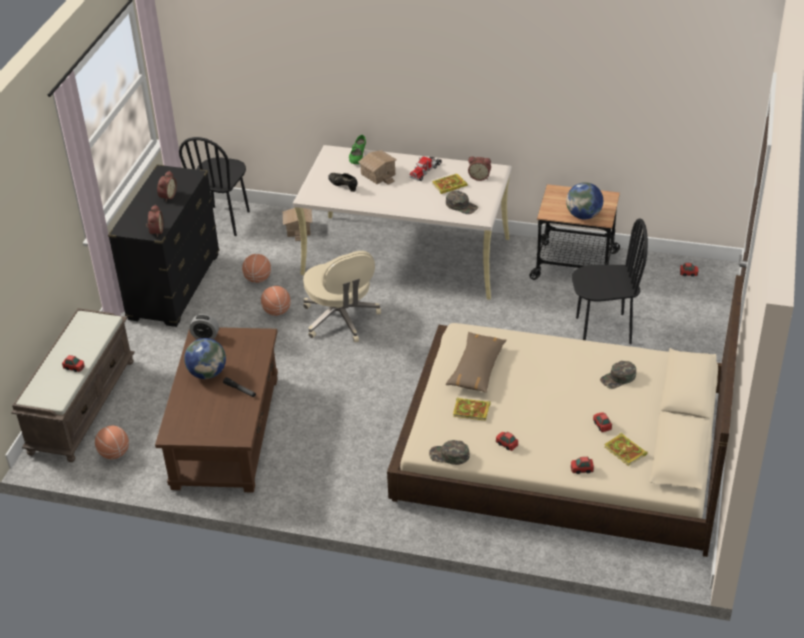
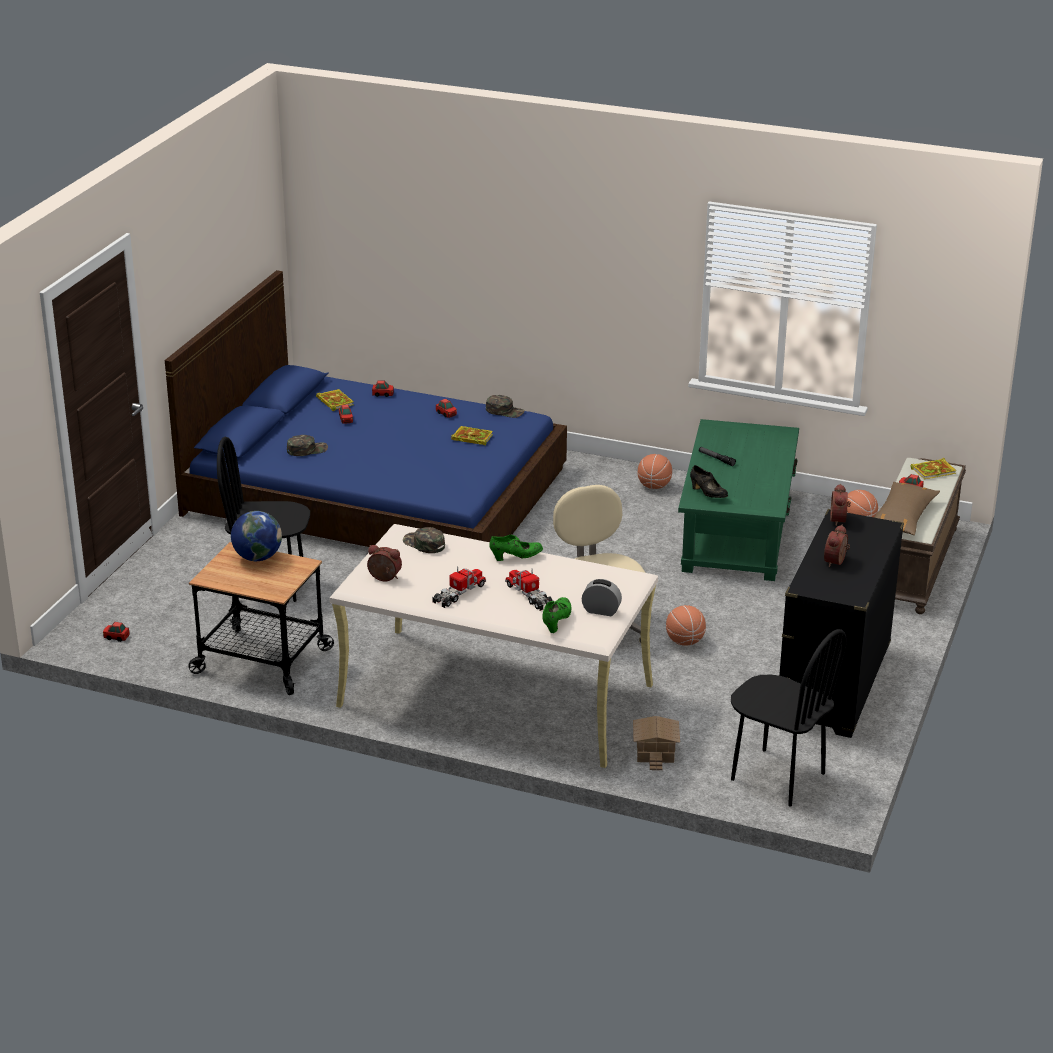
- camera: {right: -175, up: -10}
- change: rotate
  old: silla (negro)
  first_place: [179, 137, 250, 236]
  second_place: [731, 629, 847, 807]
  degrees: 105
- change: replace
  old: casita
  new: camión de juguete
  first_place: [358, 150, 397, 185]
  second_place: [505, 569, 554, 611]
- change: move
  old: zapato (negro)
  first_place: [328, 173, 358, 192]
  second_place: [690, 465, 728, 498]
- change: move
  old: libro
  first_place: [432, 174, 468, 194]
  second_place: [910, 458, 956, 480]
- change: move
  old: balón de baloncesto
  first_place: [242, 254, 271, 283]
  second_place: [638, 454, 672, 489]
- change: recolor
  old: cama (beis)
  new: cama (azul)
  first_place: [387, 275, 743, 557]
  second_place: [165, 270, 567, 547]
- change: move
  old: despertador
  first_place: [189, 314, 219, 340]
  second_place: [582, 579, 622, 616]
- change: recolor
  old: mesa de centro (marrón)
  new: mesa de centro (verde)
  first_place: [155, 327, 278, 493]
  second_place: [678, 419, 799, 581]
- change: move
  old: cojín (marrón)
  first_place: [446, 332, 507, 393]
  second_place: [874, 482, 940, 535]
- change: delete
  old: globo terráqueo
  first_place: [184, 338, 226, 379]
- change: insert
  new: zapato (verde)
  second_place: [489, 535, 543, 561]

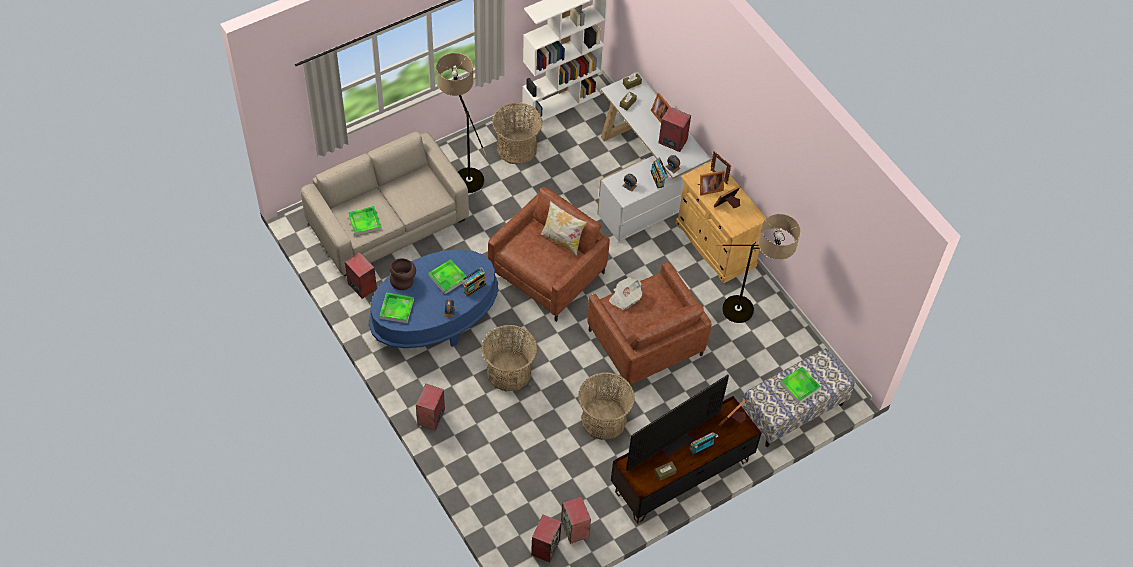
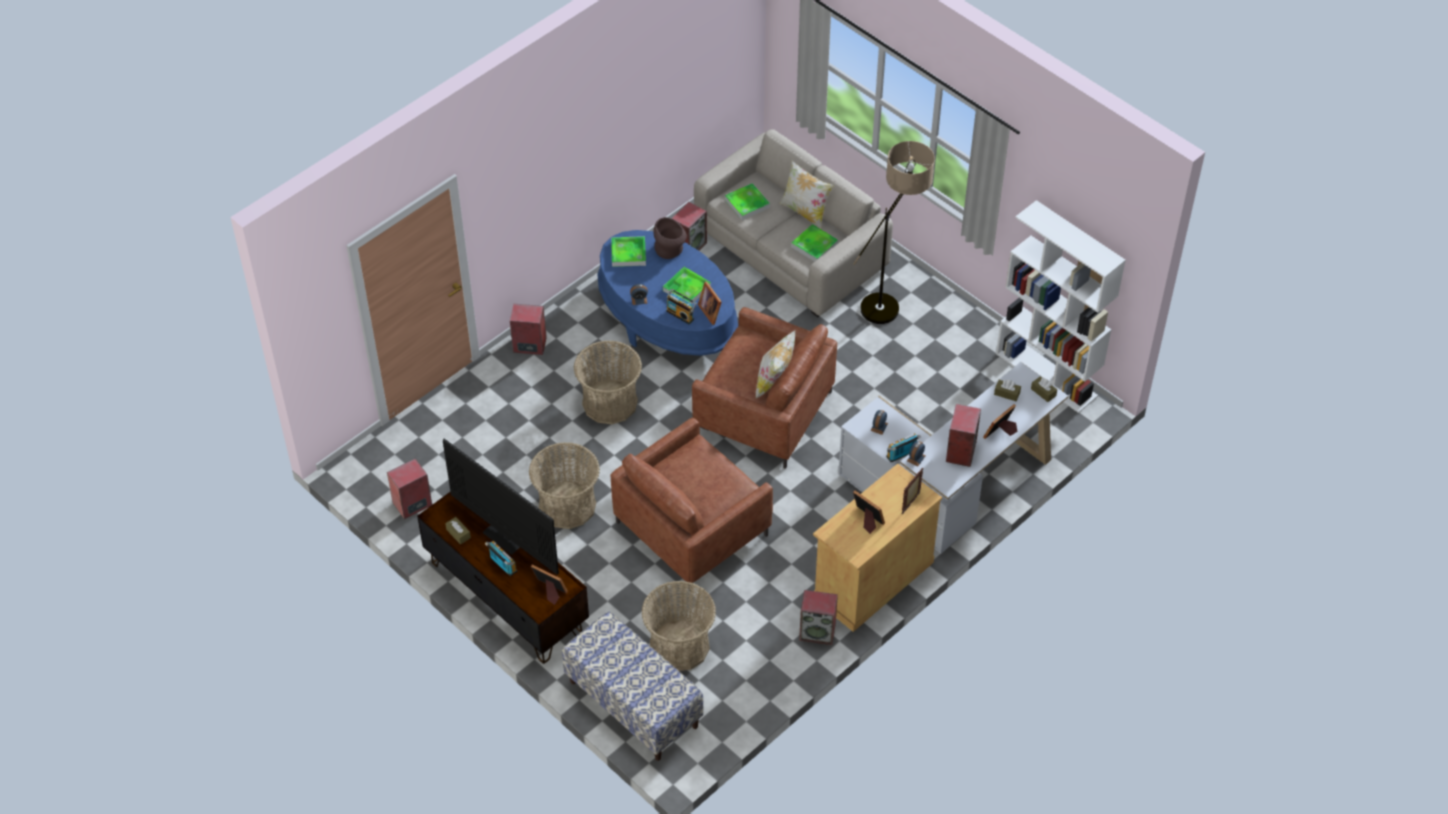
- camera: {right: 80, up: -5}
- change: move
  old: cesta
  first_place: [492, 103, 543, 165]
  second_place: [641, 581, 716, 671]
- change: move
  old: portarretratos
  first_place: [698, 170, 725, 196]
  second_place: [698, 281, 722, 325]
- change: delete
  old: lámpara de pie
  first_place: [716, 214, 801, 323]
- change: delete
  old: periódico
  first_place: [609, 277, 642, 310]
- change: move
  old: bandeja
  first_place: [780, 367, 821, 404]
  second_place: [791, 224, 838, 262]
- change: move
  old: altavoz
  first_place: [531, 514, 562, 562]
  second_place: [799, 590, 838, 645]
- change: insert
  new: cojín
  second_place: [779, 160, 834, 229]

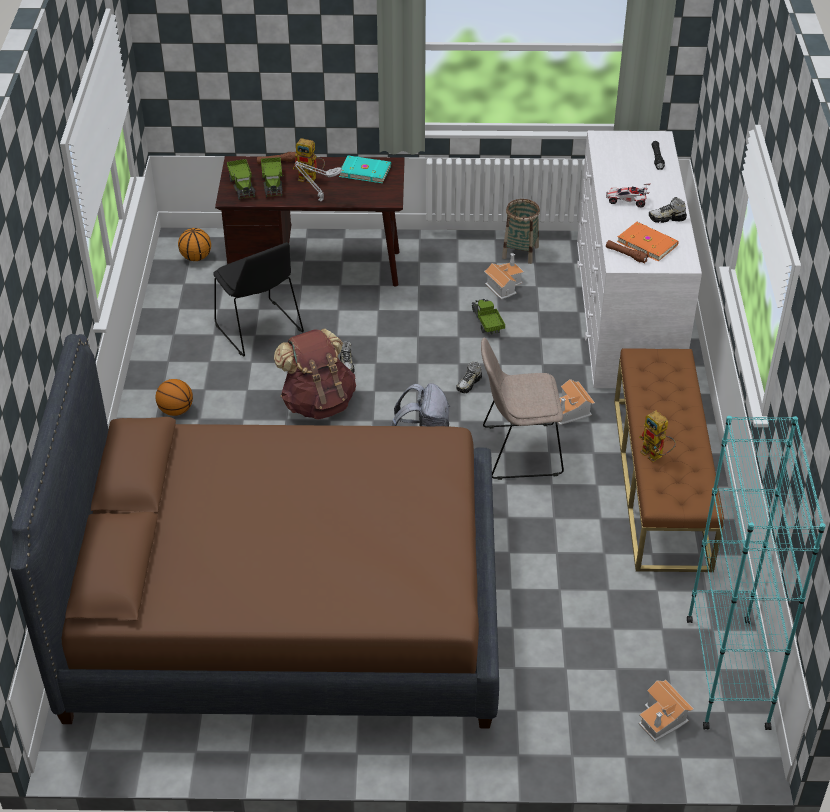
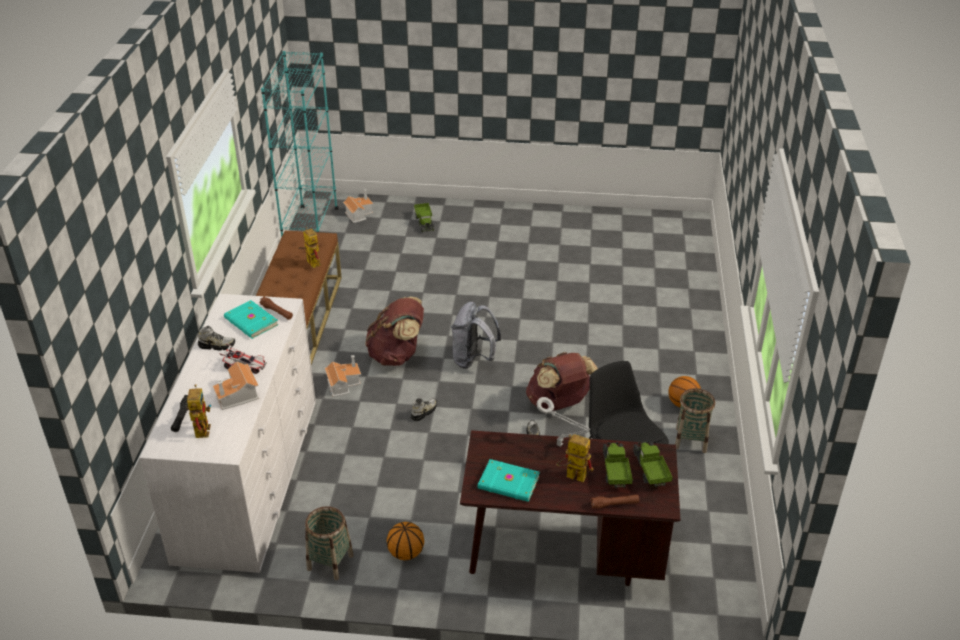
- camera: {right: -175, up: -5}
- change: recolor
  old: libro (naranja)
  new: libro (turquesa)
  first_place: [617, 222, 679, 261]
  second_place: [224, 300, 278, 339]
- change: move
  old: balón de baloncesto
  first_place: [178, 228, 211, 261]
  second_place: [387, 522, 424, 560]
- change: move
  old: casita
  first_place: [484, 253, 524, 299]
  second_place: [213, 361, 259, 410]
- change: move
  old: camión de juguete
  first_place: [472, 299, 505, 335]
  second_place: [414, 203, 434, 232]
- change: delete
  old: cama (marrón)
  first_place: [10, 334, 499, 728]
- change: replace
  old: silla (beis)
  new: mochila (marrón)
  first_place: [481, 338, 564, 480]
  second_place: [365, 297, 424, 366]
- change: insert
  new: robot de juguete
  second_place: [186, 384, 211, 438]
- change: insert
  new: cesta
  second_place: [675, 388, 715, 453]

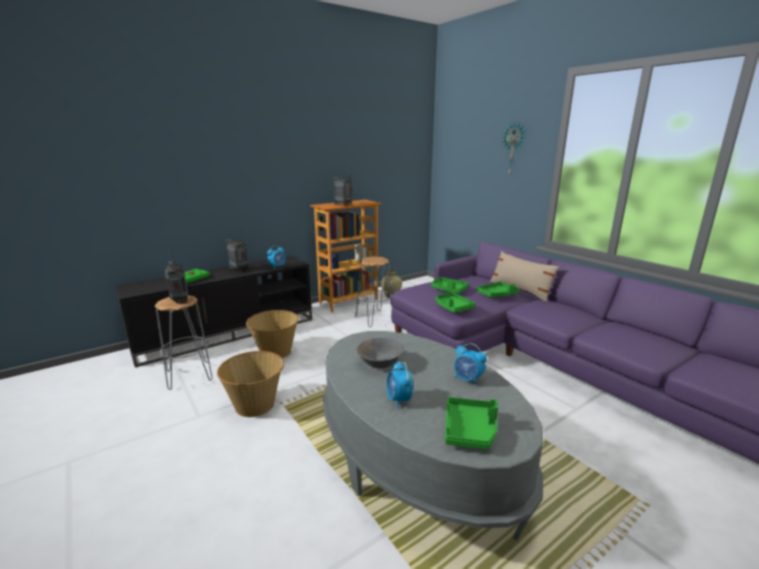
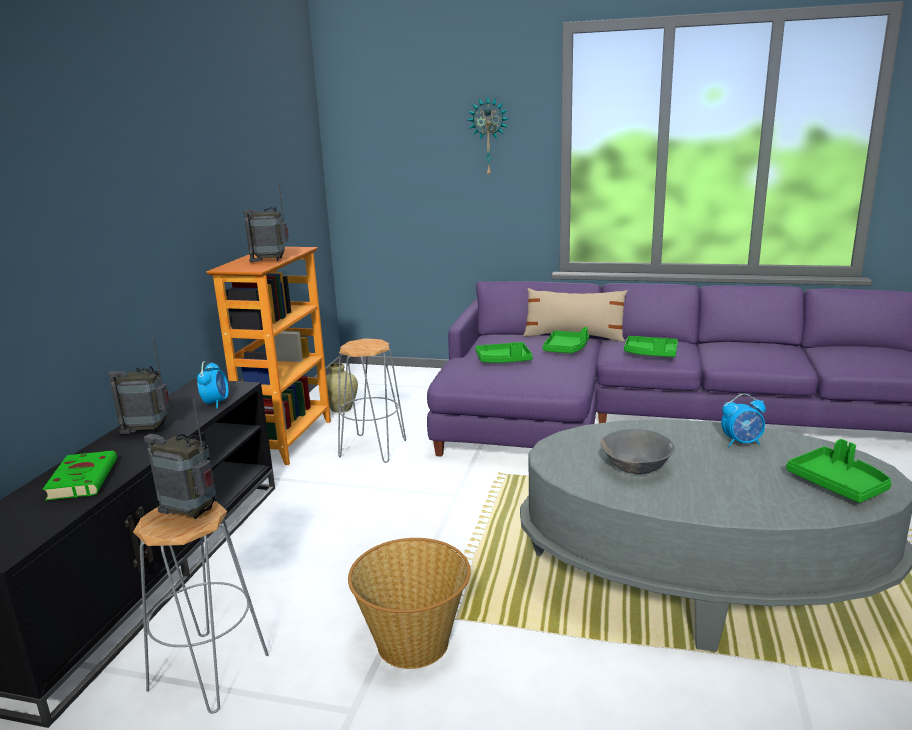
- camera: {right: -40, up: 0}
- change: move
  old: bandeja (verde)
  first_place: [436, 292, 476, 313]
  second_place: [624, 336, 678, 357]
- change: delete
  old: cesta
  first_place: [246, 310, 299, 358]
- change: delete
  old: despertador
  first_place: [387, 361, 413, 408]

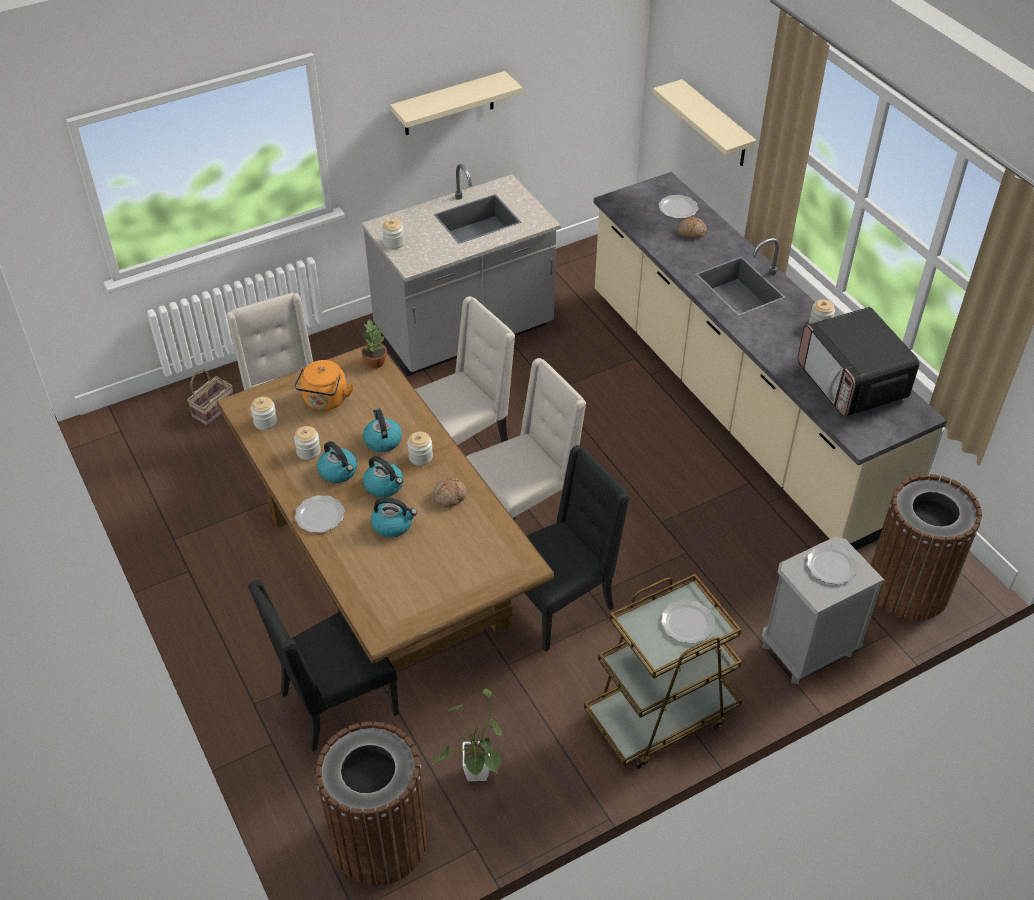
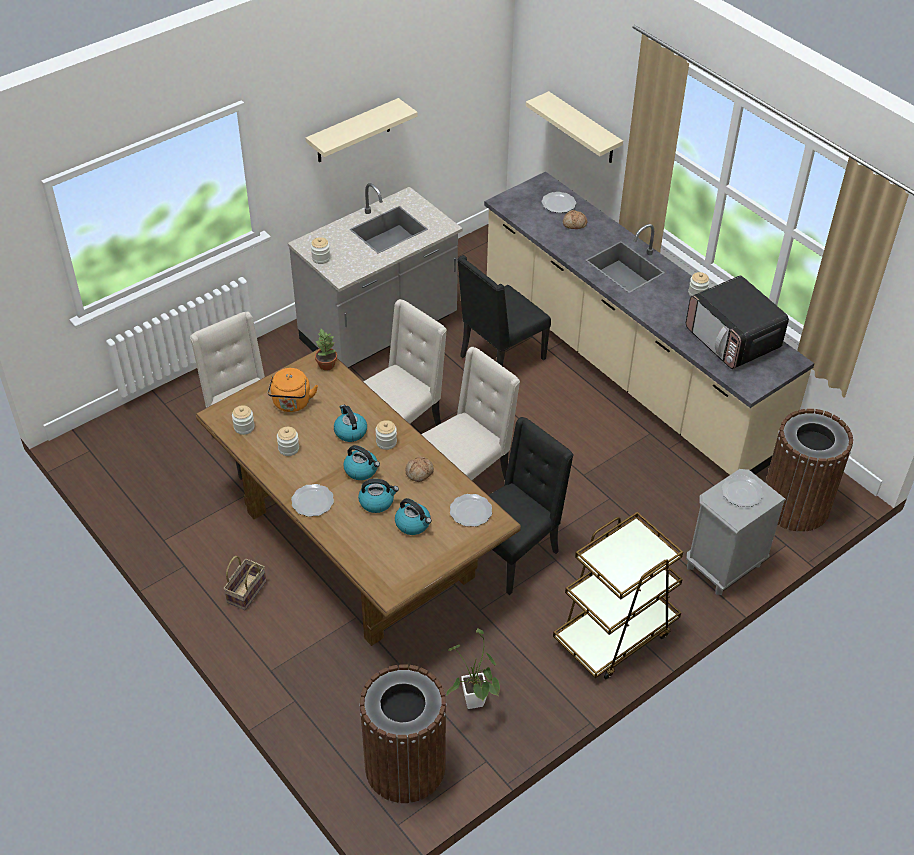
- camera: {right: -10, up: 0}
- change: move
  old: cesta
  first_place: [187, 369, 234, 425]
  second_place: [223, 556, 266, 610]
- change: move
  old: hervidor
  first_place: [317, 441, 357, 483]
  second_place: [395, 498, 432, 535]
- change: move
  old: silla (negro)
  first_place: [248, 580, 399, 752]
  second_place: [458, 255, 551, 366]
- change: move
  old: plato
  first_place: [661, 600, 715, 644]
  second_place: [450, 494, 492, 527]

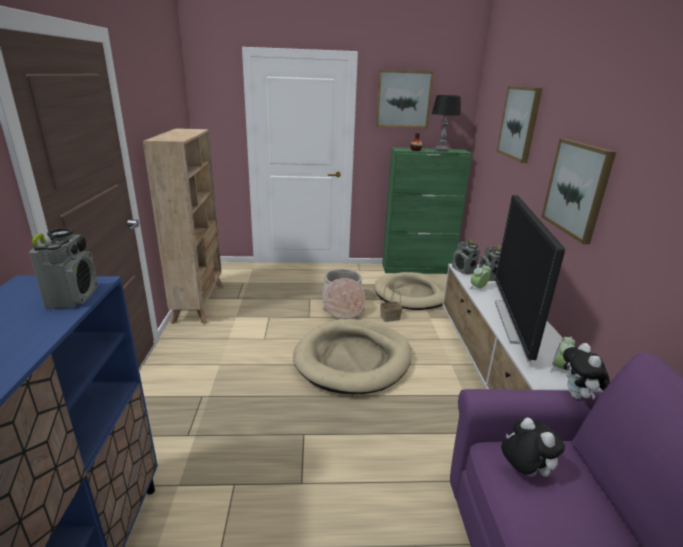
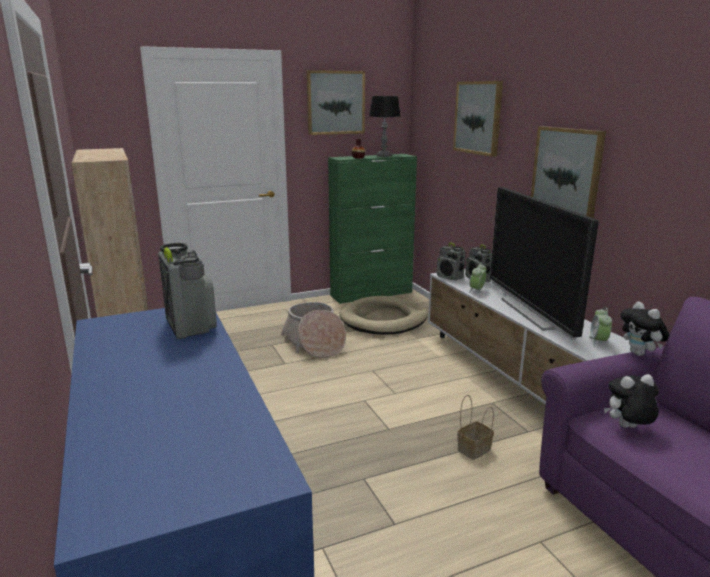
- camera: {right: -20, up: -5}
- change: move
  old: cesta
  first_place: [380, 283, 402, 322]
  second_place: [457, 395, 494, 460]
- change: delete
  old: cama para perro (beis)
  first_place: [293, 319, 411, 394]
- change: rotate
  old: peluche
  first_place: [501, 417, 565, 477]
  second_place: [604, 374, 659, 428]
  degrees: -45

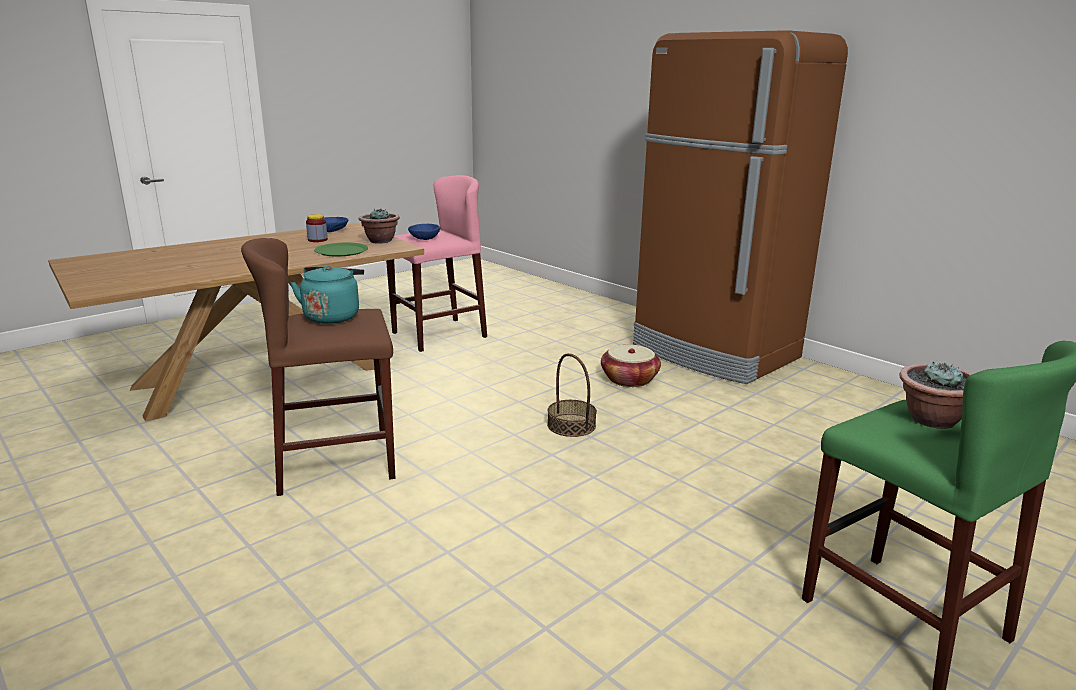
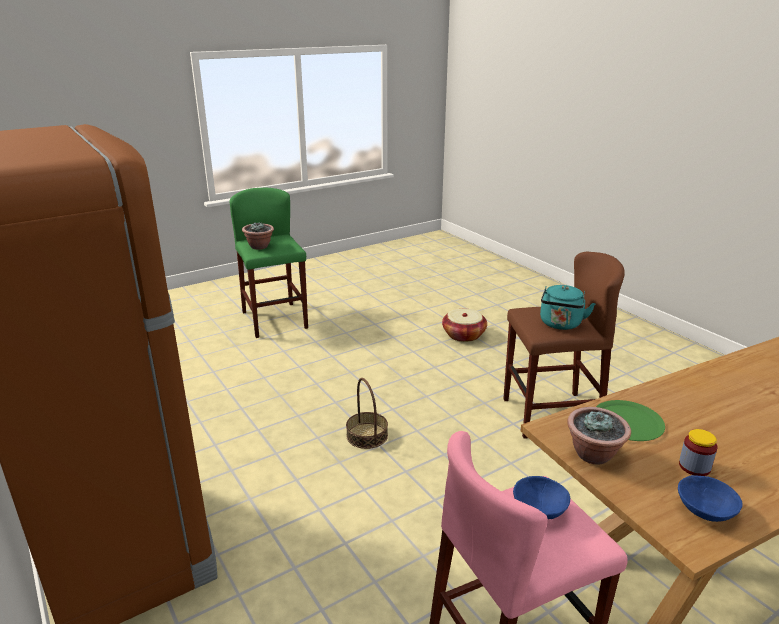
- camera: {right: -170, up: 5}
- change: move
  old: cesta
  first_place: [601, 345, 661, 387]
  second_place: [442, 309, 487, 342]

